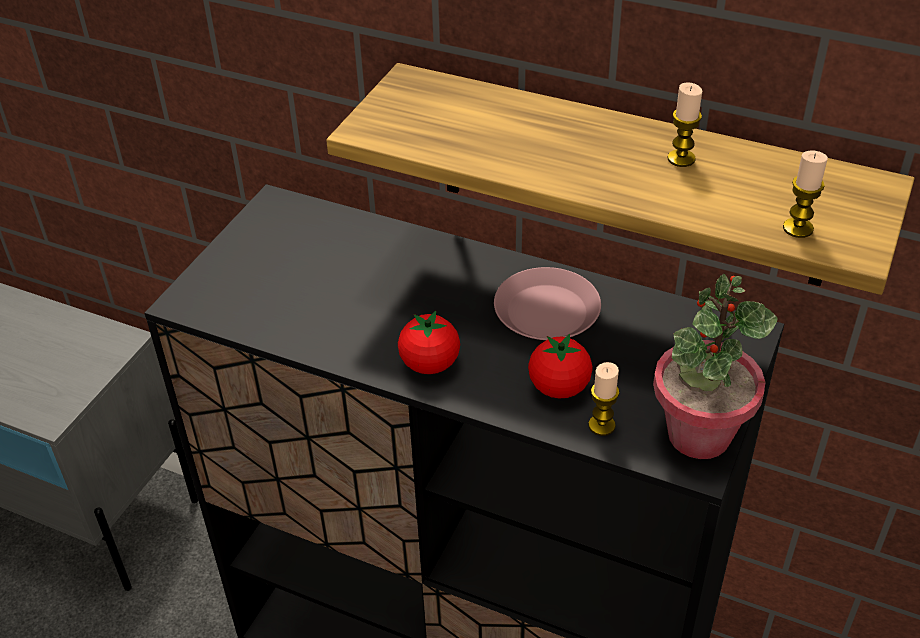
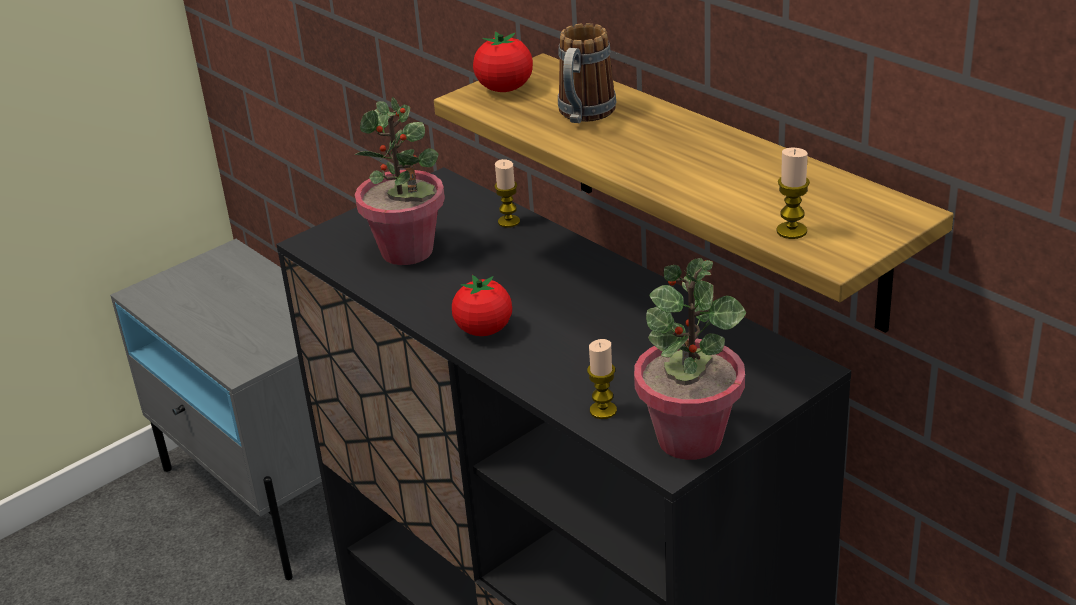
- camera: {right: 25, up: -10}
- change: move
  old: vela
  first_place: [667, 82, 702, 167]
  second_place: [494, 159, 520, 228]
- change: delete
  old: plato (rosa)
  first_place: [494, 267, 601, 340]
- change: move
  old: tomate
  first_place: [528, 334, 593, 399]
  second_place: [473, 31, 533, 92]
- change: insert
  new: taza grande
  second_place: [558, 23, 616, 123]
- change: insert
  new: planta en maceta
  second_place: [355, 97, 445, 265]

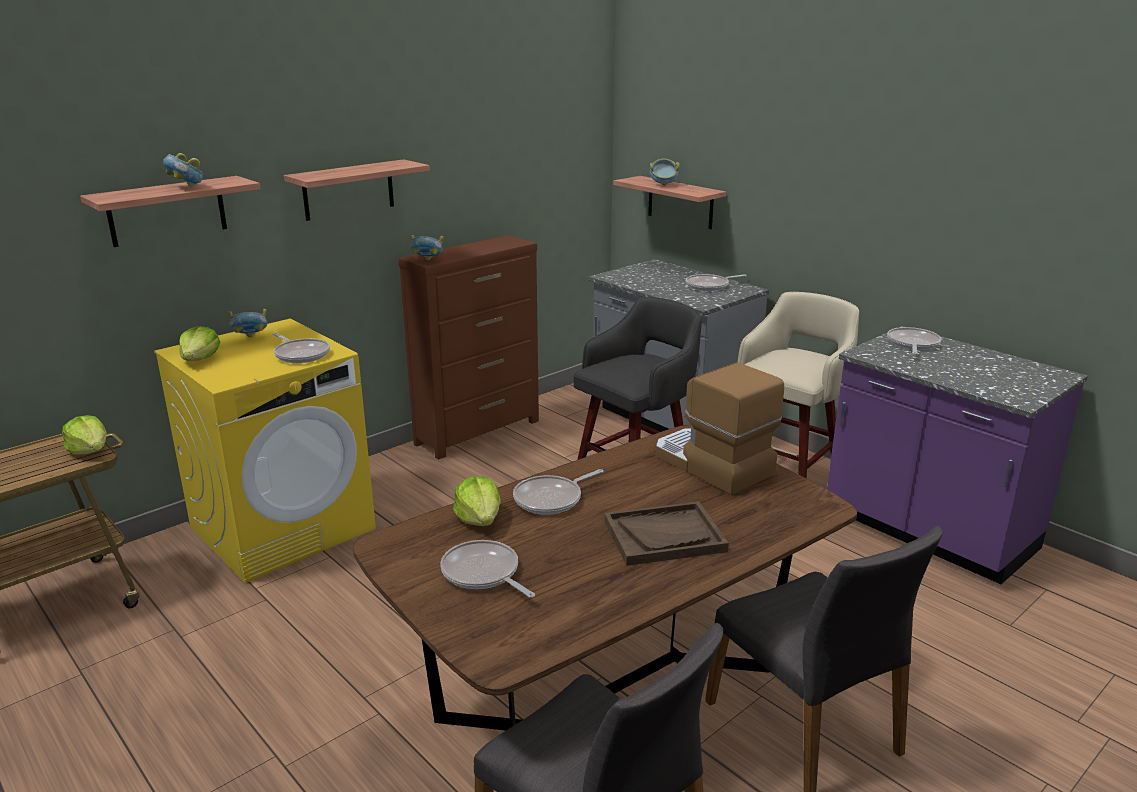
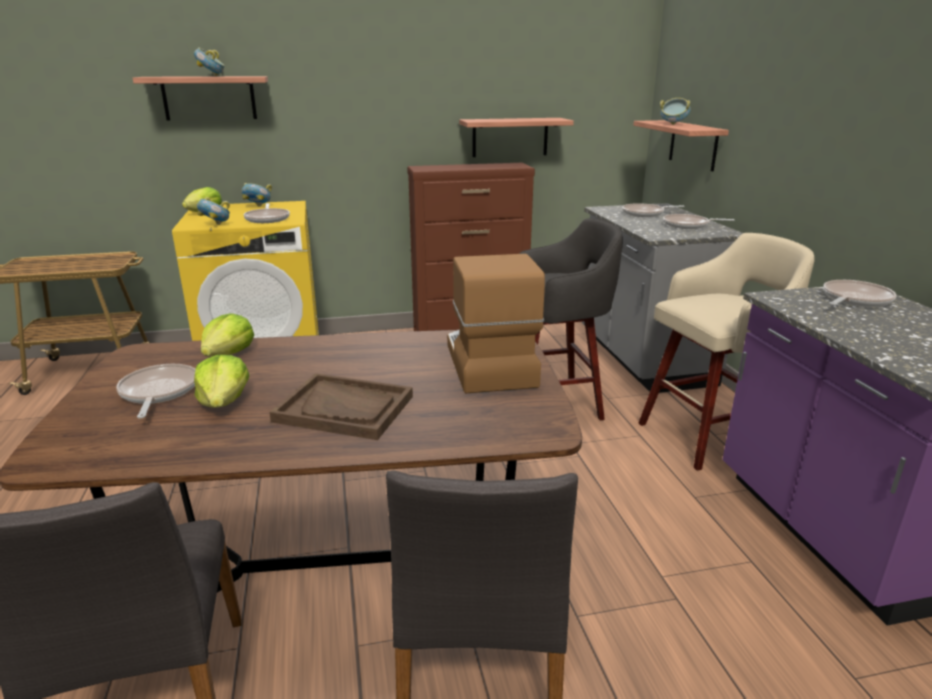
- camera: {right: 30, up: 0}
- change: move
  old: estante
  first_place: [284, 159, 430, 221]
  second_place: [459, 118, 574, 157]
- change: move
  old: cuenco
  first_place: [410, 235, 444, 260]
  second_place: [197, 197, 230, 225]
- change: move
  old: lechuga
  first_place: [62, 415, 107, 455]
  second_place: [194, 355, 249, 408]
- change: move
  old: sartén
  first_place: [513, 469, 603, 515]
  second_place: [622, 203, 684, 217]

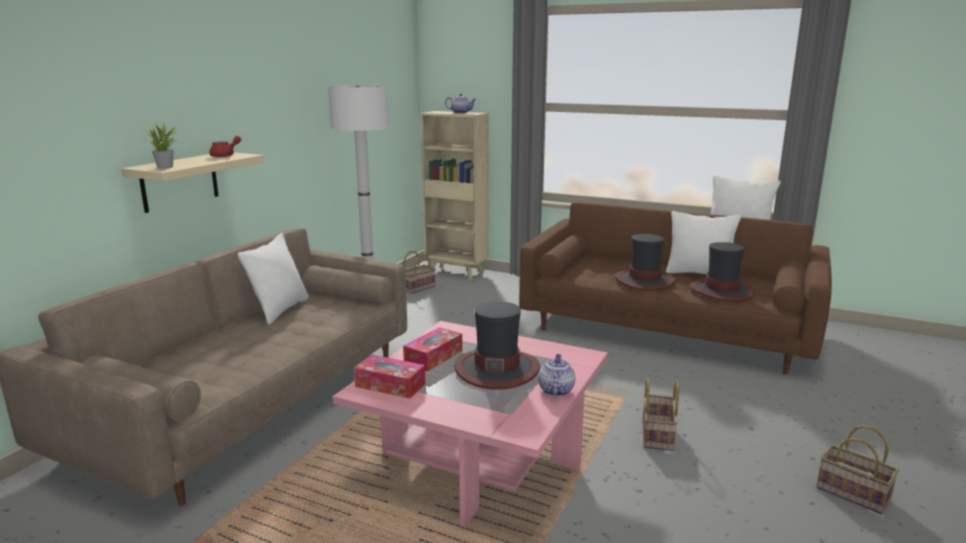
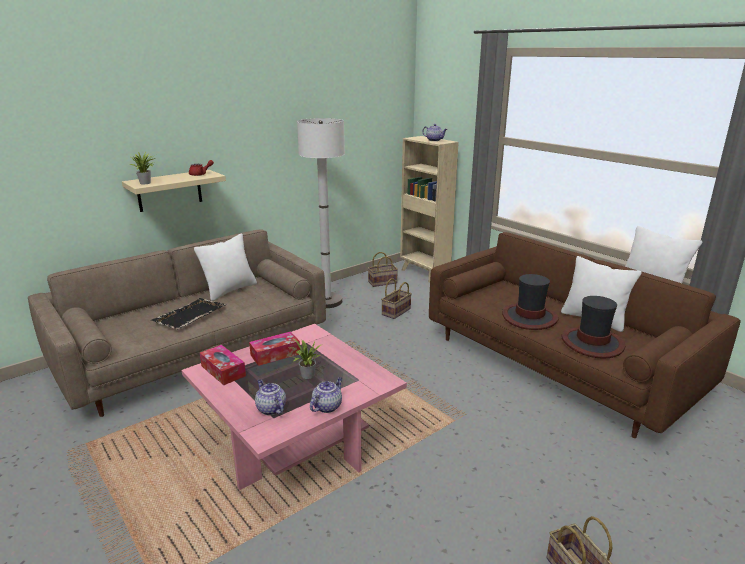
- camera: {right: 25, up: 5}
- change: replace
  old: sombrero
  new: planta en maceta
  first_place: [454, 301, 540, 390]
  second_place: [291, 338, 323, 379]
- change: move
  old: cesta
  first_place: [643, 378, 679, 451]
  second_place: [381, 278, 412, 319]
- change: insert
  new: bandeja (negro)
  second_place: [152, 298, 226, 329]
- change: insert
  new: tetera
  second_place: [255, 379, 286, 415]

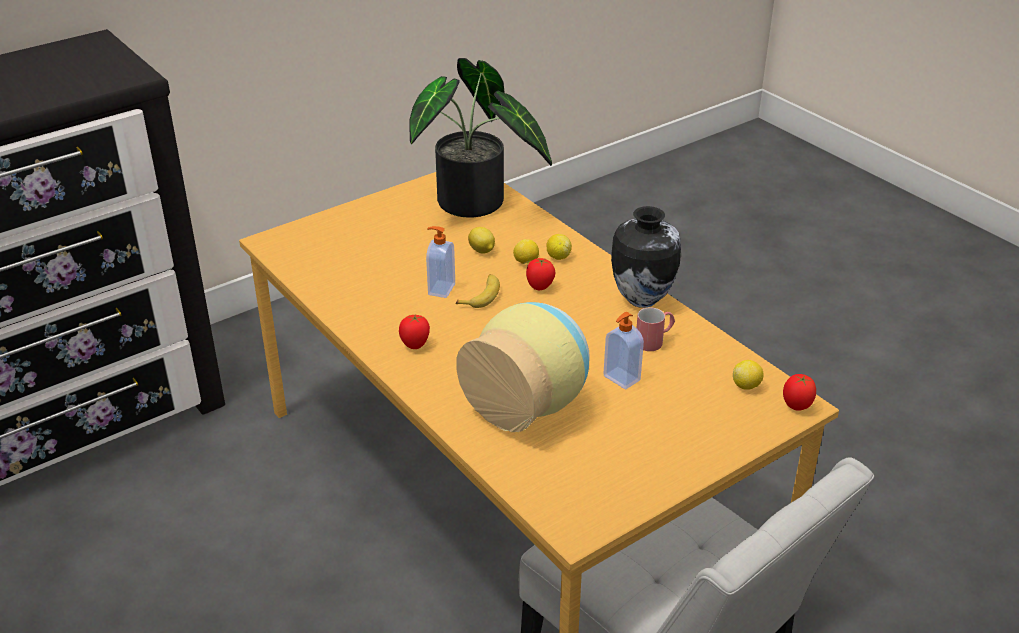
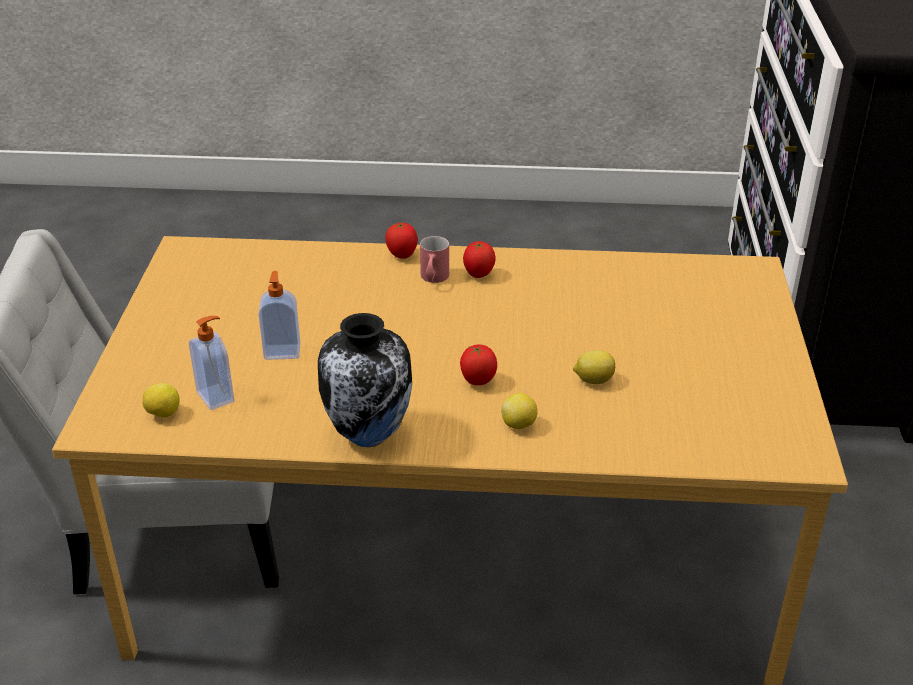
- camera: {right: 130, up: 0}
- change: delete
  old: planta en maceta
  first_place: [410, 58, 552, 217]
- change: move
  old: dispensador de jabón
  first_place: [426, 226, 455, 298]
  second_place: [189, 316, 234, 410]
- change: delete
  old: limón
  first_place: [513, 239, 539, 264]
- change: delete
  old: plátano
  first_place: [456, 274, 500, 308]
- change: delete
  old: florero
  first_place: [457, 302, 589, 432]
- change: move
  old: taza grande (rojo)
  first_place: [637, 307, 675, 351]
  second_place: [420, 236, 449, 283]
- change: move
  old: tomate
  first_place: [783, 374, 816, 411]
  second_place: [385, 223, 418, 259]

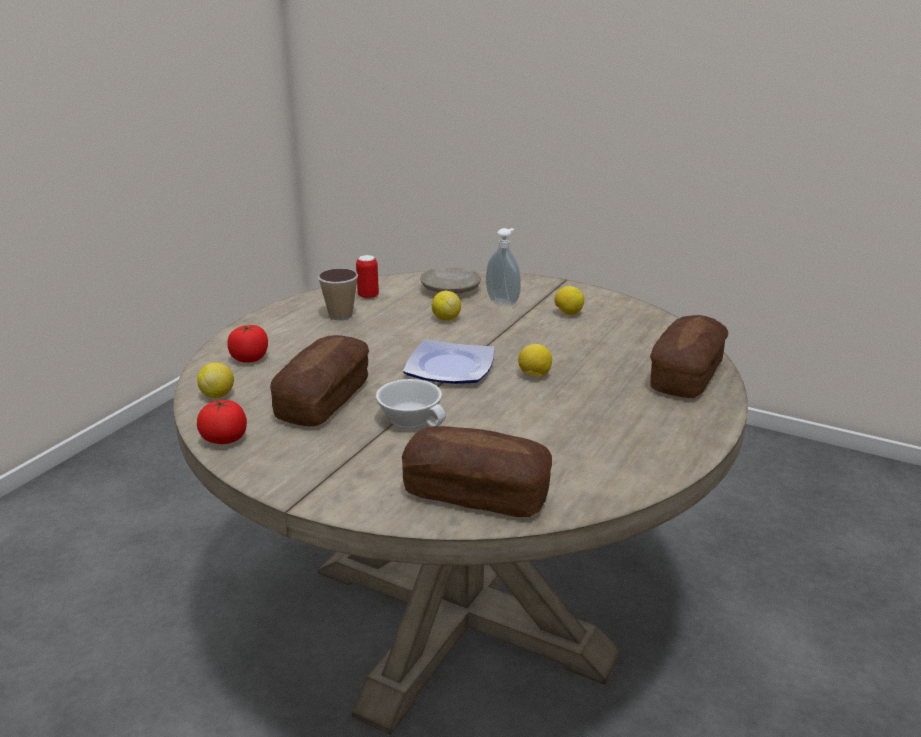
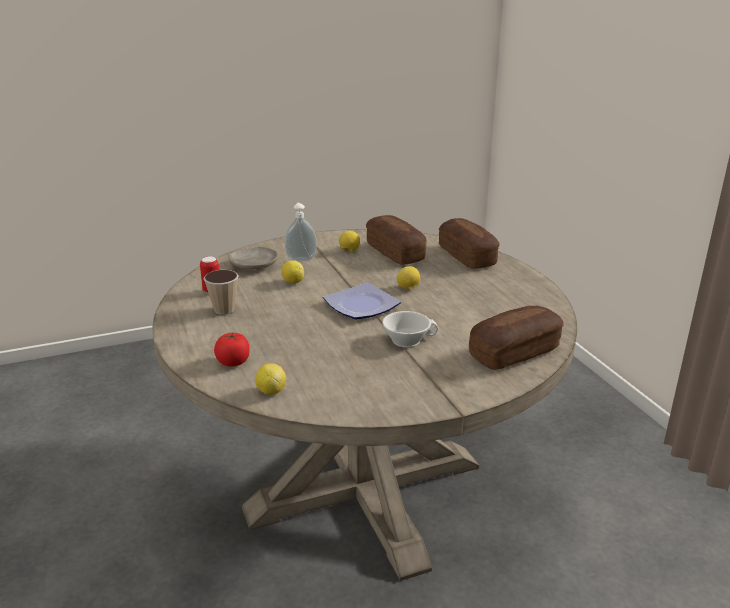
- camera: {right: -50, up: 0}
- change: move
  old: pan
  first_place: [270, 335, 369, 427]
  second_place: [366, 215, 427, 265]
- change: delete
  old: tomate
  first_place: [197, 400, 247, 444]

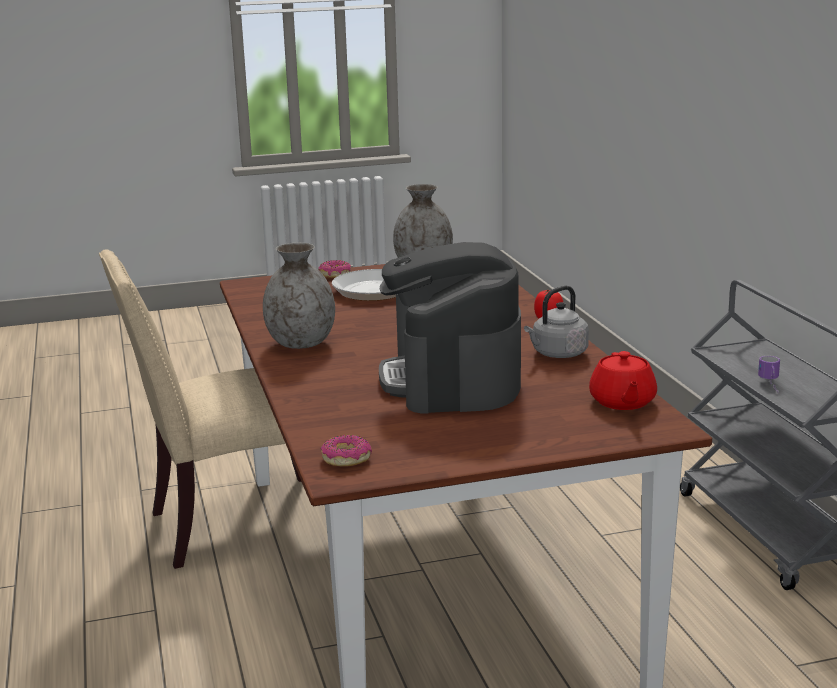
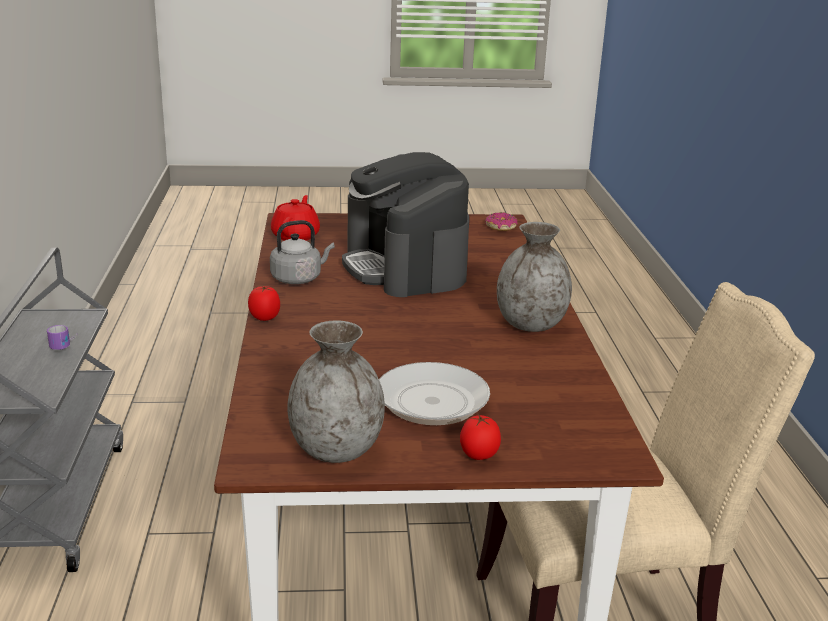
- camera: {right: -170, up: 5}
- change: rotate
  old: cafetera
  first_place: [379, 242, 521, 414]
  second_place: [342, 152, 469, 297]
  degrees: 150
- change: replace
  old: rosquilla
  new: tomate
  first_place: [318, 260, 351, 278]
  second_place: [460, 414, 501, 460]

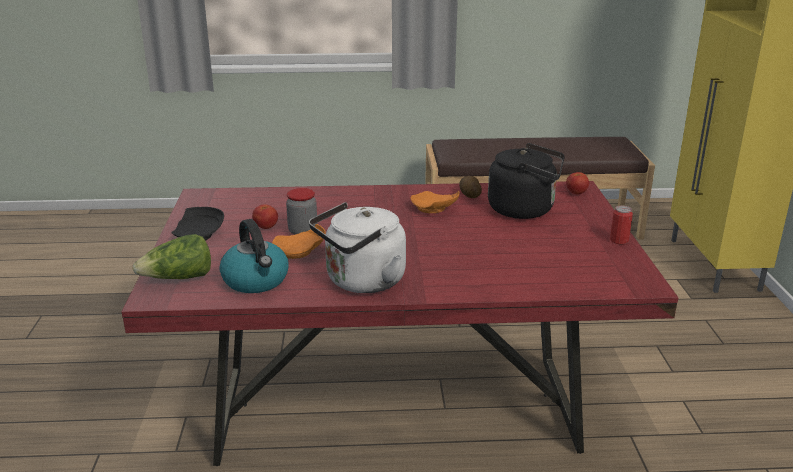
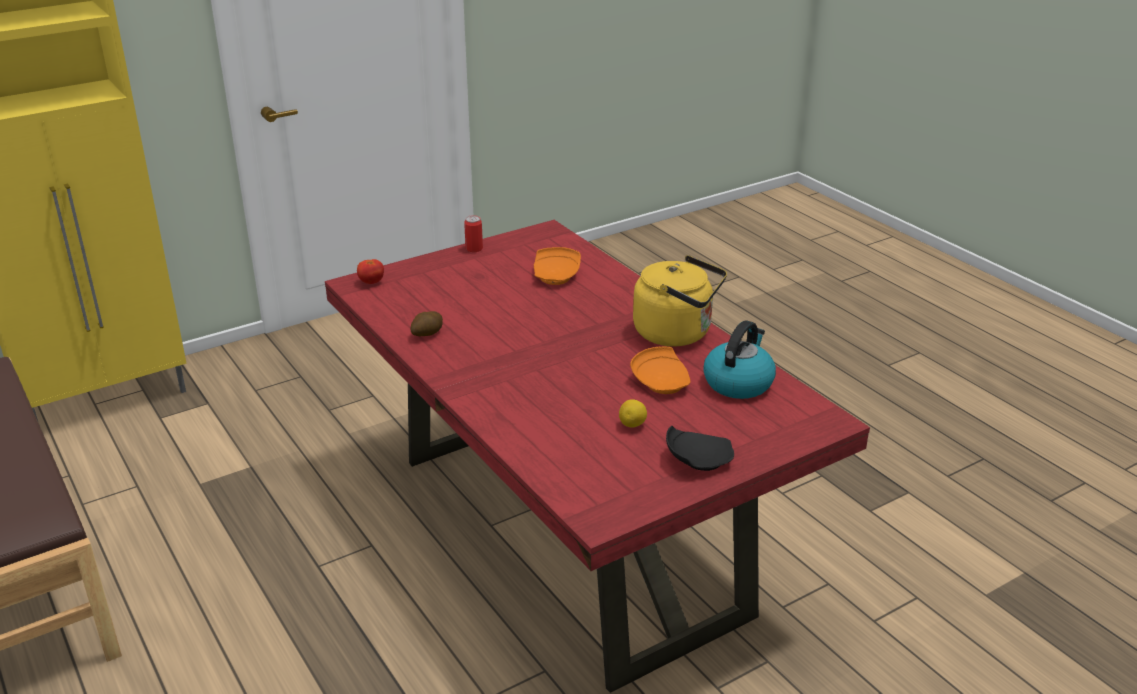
- camera: {right: -120, up: 5}
- change: delete
  old: hervidor (negro)
  first_place: [488, 143, 565, 219]
- change: delete
  old: tarro
  first_place: [286, 188, 317, 235]
- change: move
  old: plato (naranja)
  first_place: [411, 191, 460, 213]
  second_place: [534, 247, 581, 285]
- change: recolor
  old: hervidor (blanco)
  new: hervidor (amarillo)
  first_place: [309, 202, 406, 293]
  second_place: [633, 255, 727, 347]
- change: replace
  old: tomate
  new: limón
  first_place: [252, 204, 278, 229]
  second_place: [619, 399, 647, 428]
- change: delete
  old: lechuga
  first_place: [132, 234, 211, 279]

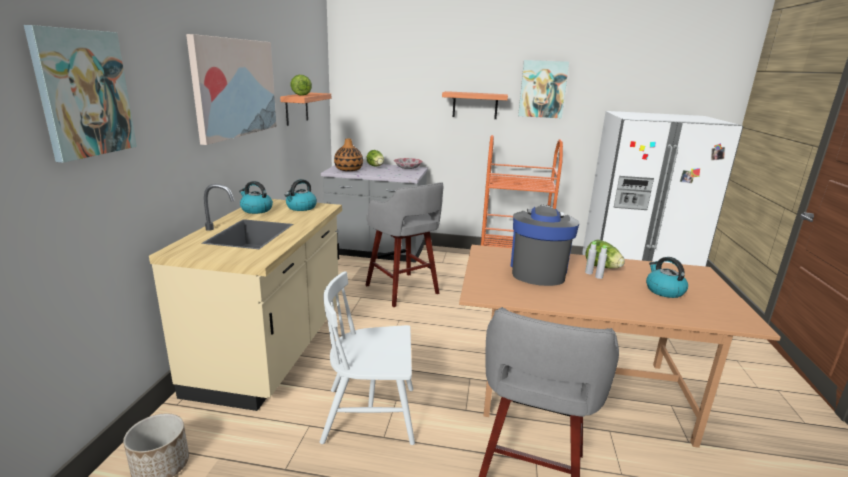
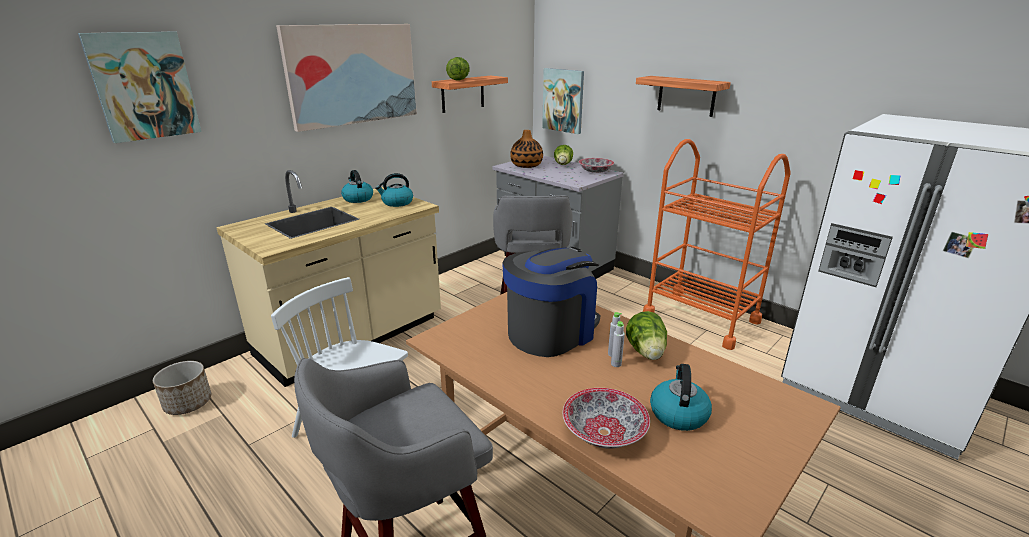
- camera: {right: 35, up: 5}
- change: move
  old: cuadro
  first_place: [518, 60, 569, 119]
  second_place: [542, 68, 584, 134]
- change: insert
  new: cuenco
  second_place: [563, 388, 650, 448]

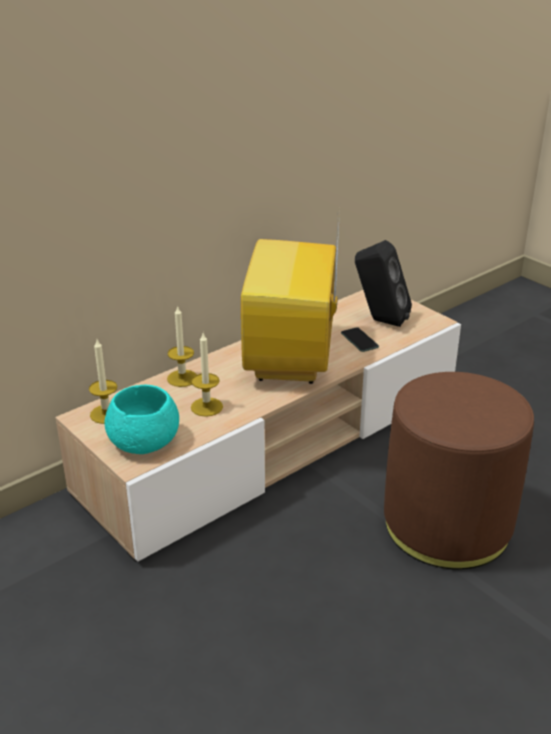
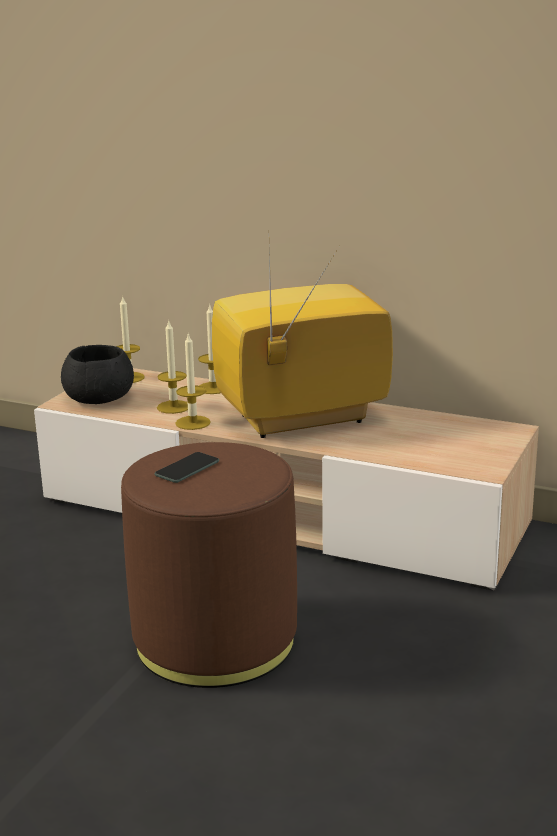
- camera: {right: 65, up: -10}
- change: delete
  old: altavoz (negro)
  first_place: [355, 240, 412, 327]
- change: move
  old: móvil
  first_place: [341, 327, 379, 352]
  second_place: [154, 452, 219, 483]
- change: recolor
  old: cuenco (turquesa)
  new: cuenco (negro)
  first_place: [104, 385, 179, 454]
  second_place: [61, 345, 134, 404]
- change: insert
  new: vela
  second_place: [175, 334, 211, 430]

